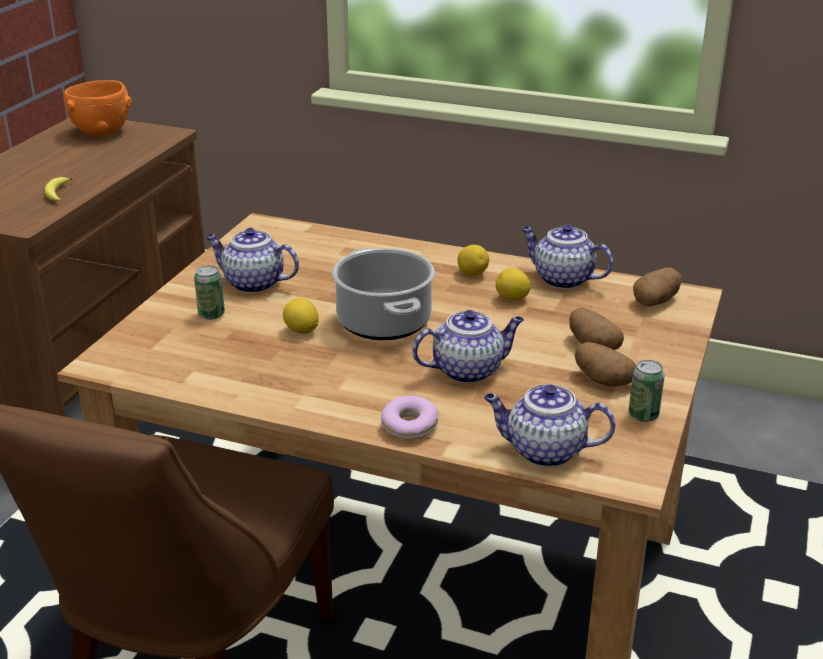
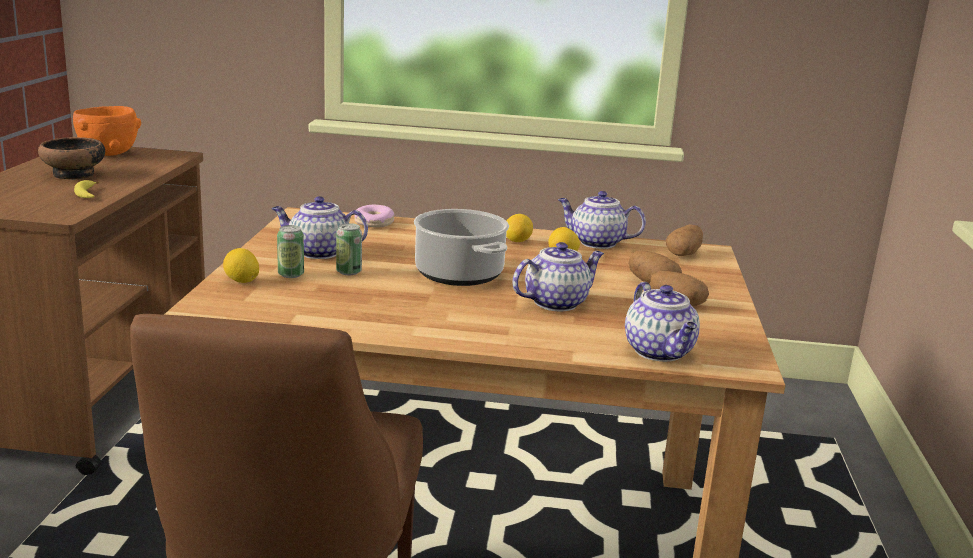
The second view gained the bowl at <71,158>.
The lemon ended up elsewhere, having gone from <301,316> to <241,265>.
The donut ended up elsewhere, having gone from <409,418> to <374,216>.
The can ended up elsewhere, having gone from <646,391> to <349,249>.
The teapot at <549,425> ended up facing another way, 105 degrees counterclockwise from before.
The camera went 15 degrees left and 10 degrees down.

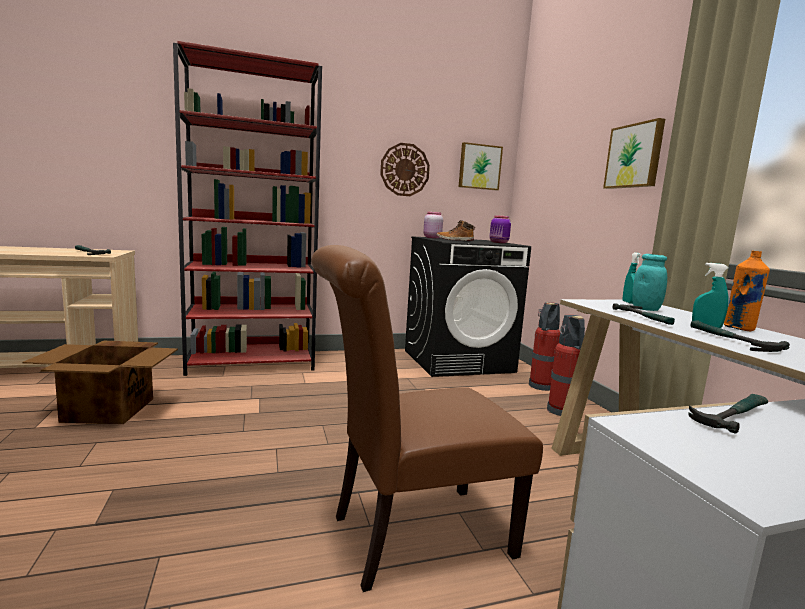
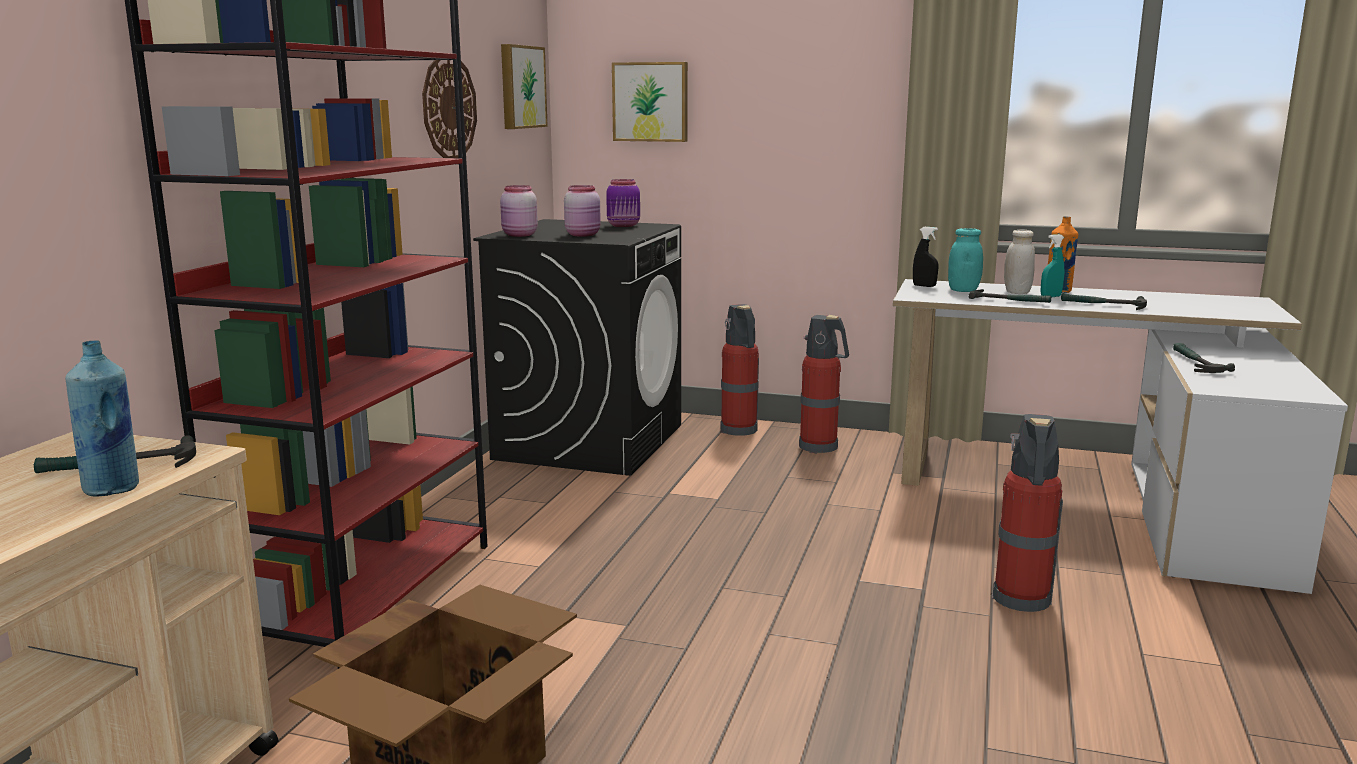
The second view gained the blue bottle at <102,418>.
The second view gained the white jar at <1019,261>.
The picture ended up elsewhere, having gone from <634,153> to <650,102>.
Where the brown chair stood at <427,418>, the fire extinguisher came to stand at <1027,513>.
Where the boot stood at <455,230>, the pink jar came to stand at <582,211>.
What was the turquoise spray bottle at <632,278> turned into the black spray bottle at <926,257>.
The camera went 55 degrees left and 5 degrees up.

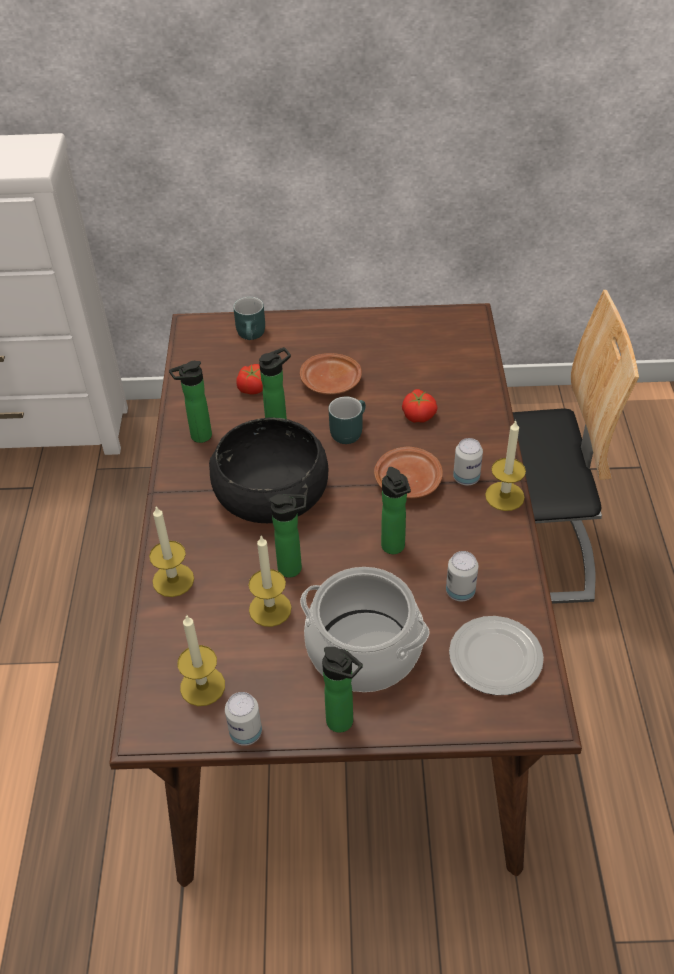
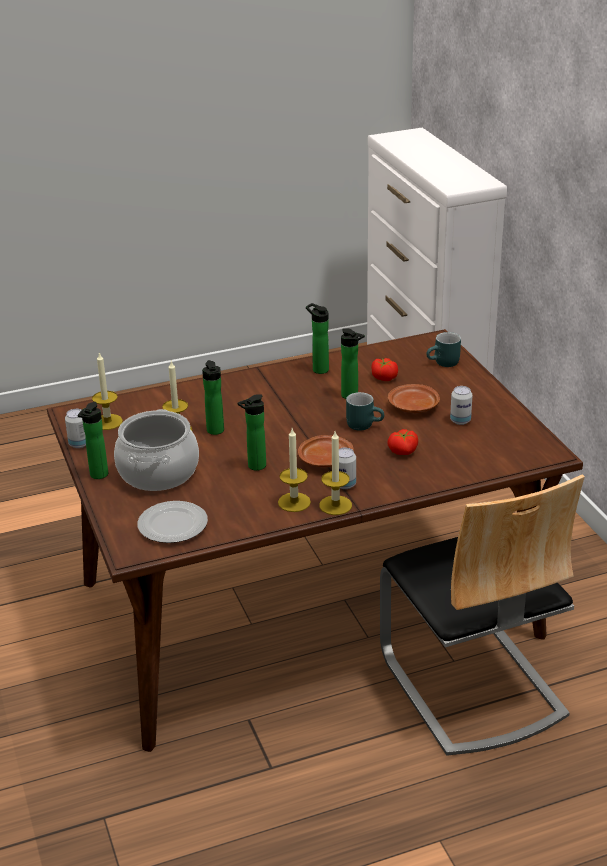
The second view lost the black bowl at <269,470>.
The candle ended up elsewhere, having gone from <171,552> to <294,470>.
The can ended up elsewhere, having gone from <462,576> to <461,405>.
The camera went 70 degrees right and 15 degrees down.

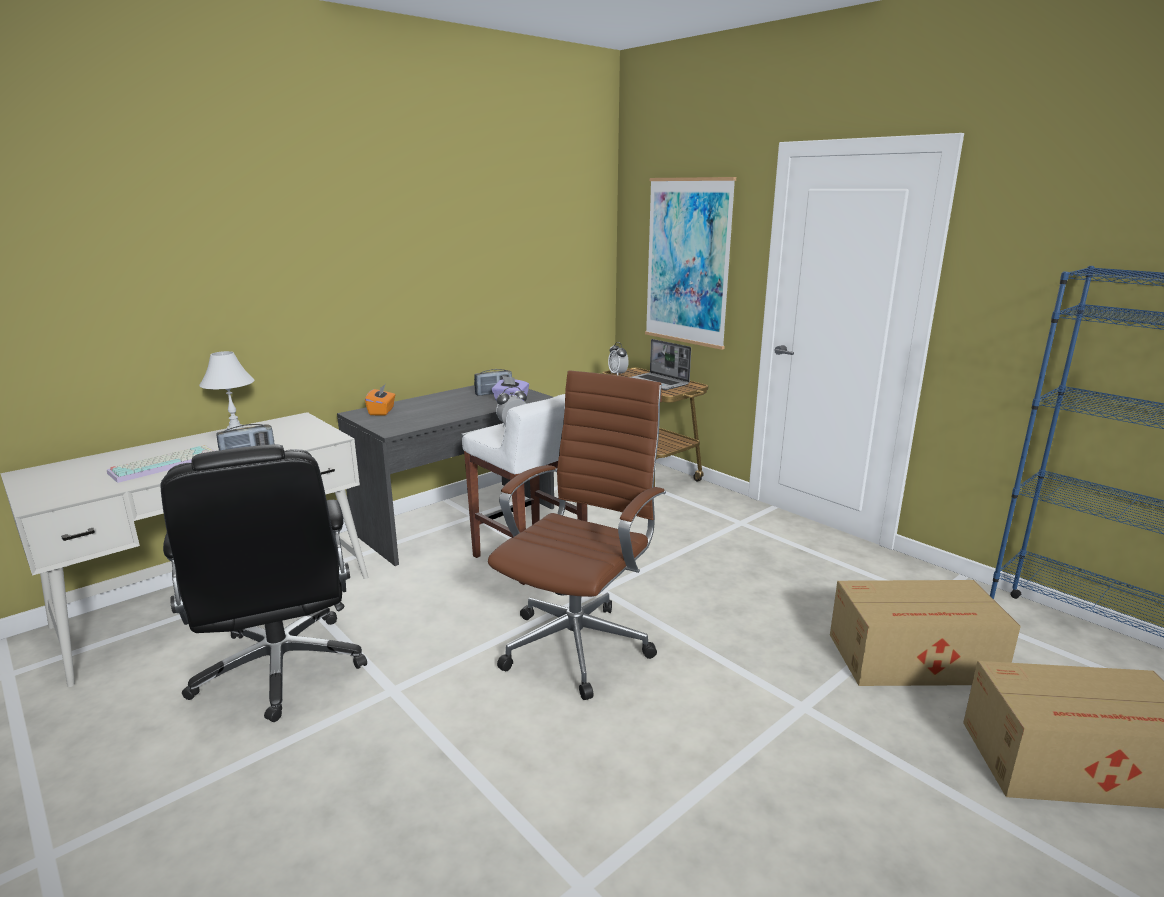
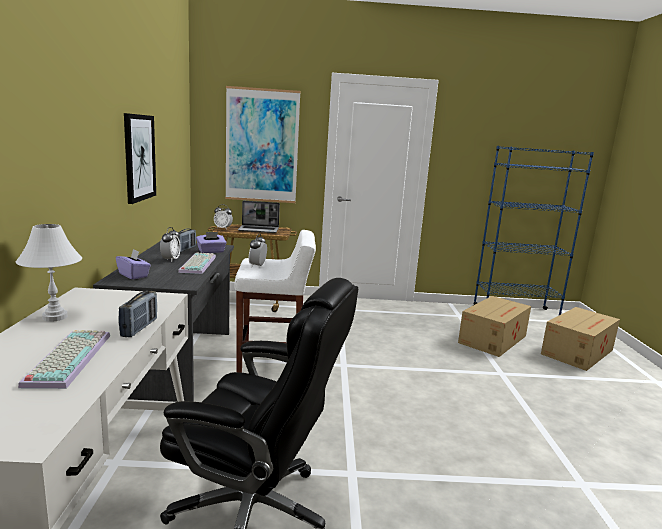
The second view lost the brown office chair at <577,535>.
The second view gained the picture at <140,158>.
The second view gained the alarm clock at <170,244>.
The second view gained the keyboard at <197,263>.
What was the orange tissue box at <380,399> turned into the purple tissue box at <133,264>.
The camera went 50 degrees left and 5 degrees down.

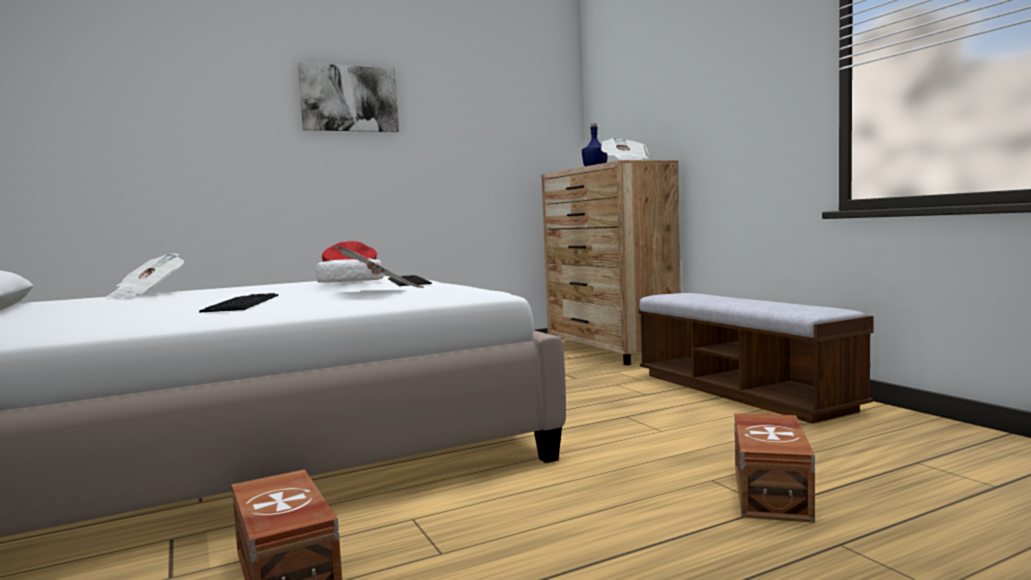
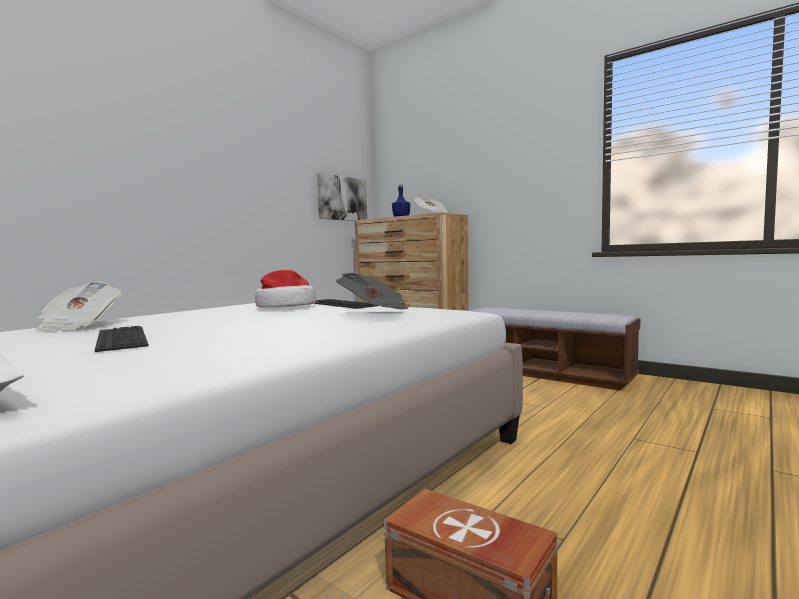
The second view lost the brown storage box at <774,468>.
The keyboard ended up elsewhere, having gone from <238,303> to <122,339>.
The picture ended up elsewhere, having gone from <348,97> to <342,197>.
The camera went 25 degrees left and 0 degrees up.

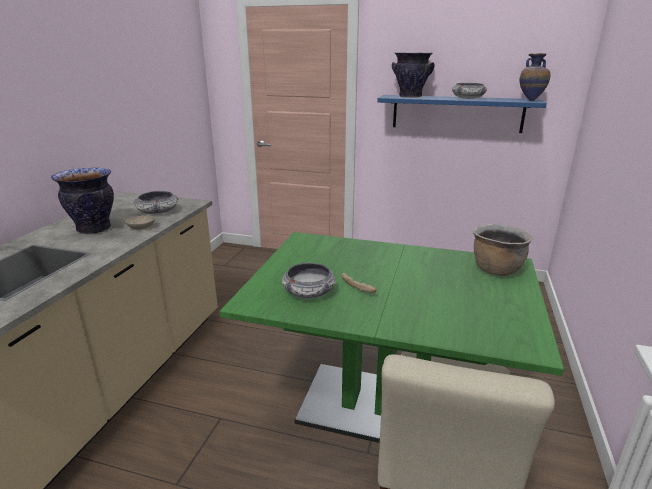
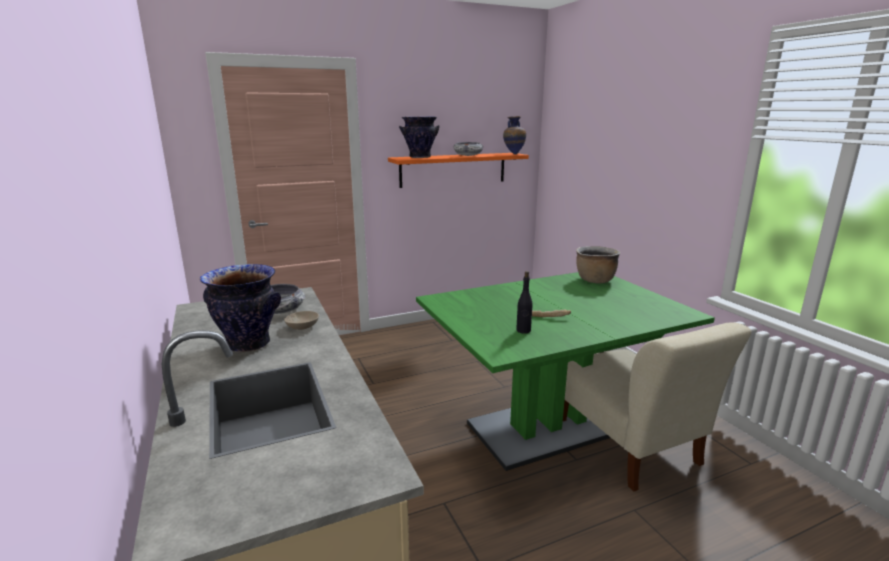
Where the bowl stood at <309,281>, the black bottle came to stand at <524,302>.
What was the blue shelf at <462,114> turned into the orange shelf at <458,170>.
The camera went 40 degrees left and 5 degrees down.

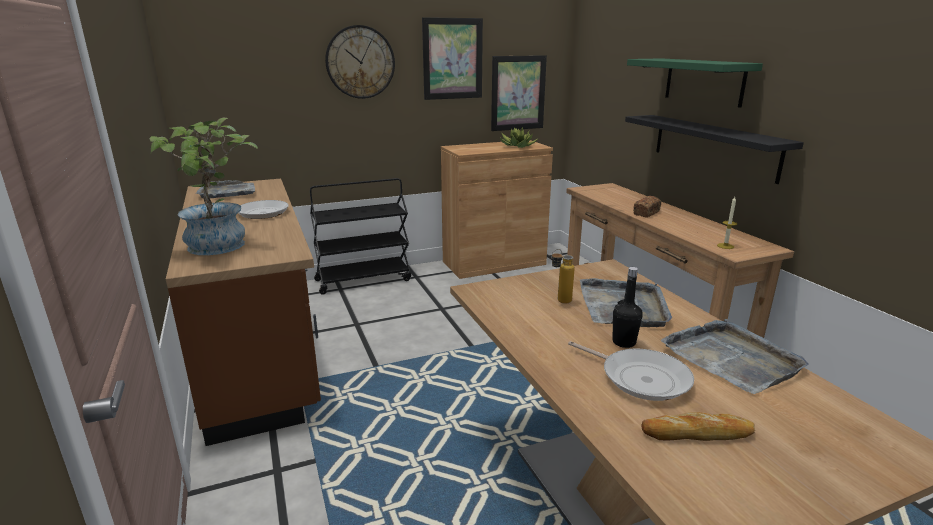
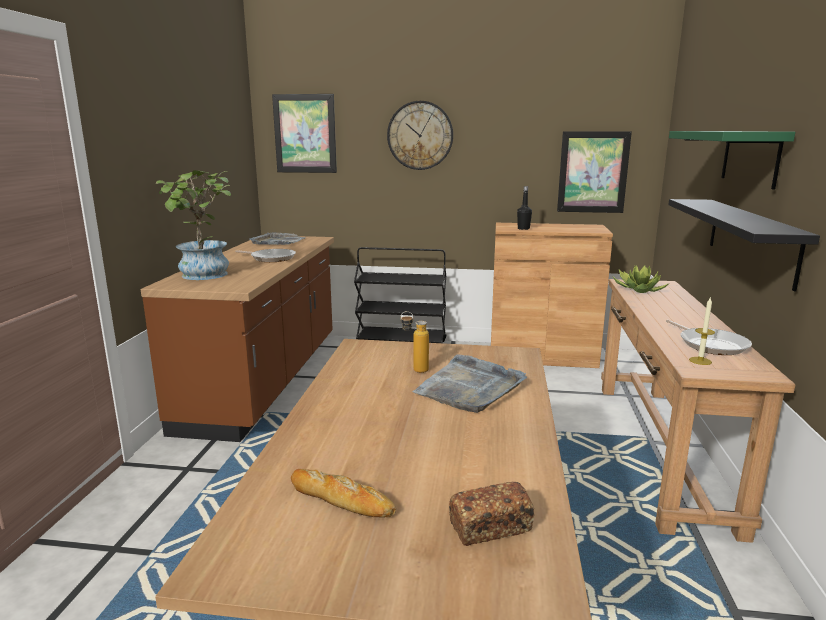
The second view lost the grey tray at <735,356>.
The picture ended up elsewhere, having gone from <452,58> to <304,133>.
The potted plant ended up elsewhere, having gone from <518,137> to <640,279>.
The frying pan ended up elsewhere, having gone from <631,371> to <709,337>.
The black bottle ended up elsewhere, having gone from <627,307> to <524,208>.
The bread ended up elsewhere, having gone from <647,207> to <492,514>.
The camera went 30 degrees right and 5 degrees down.

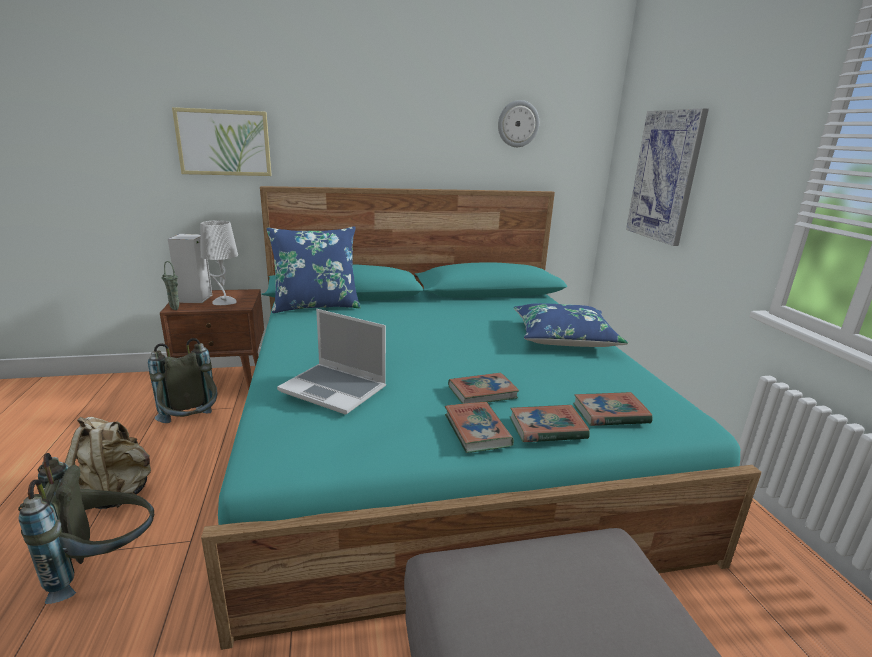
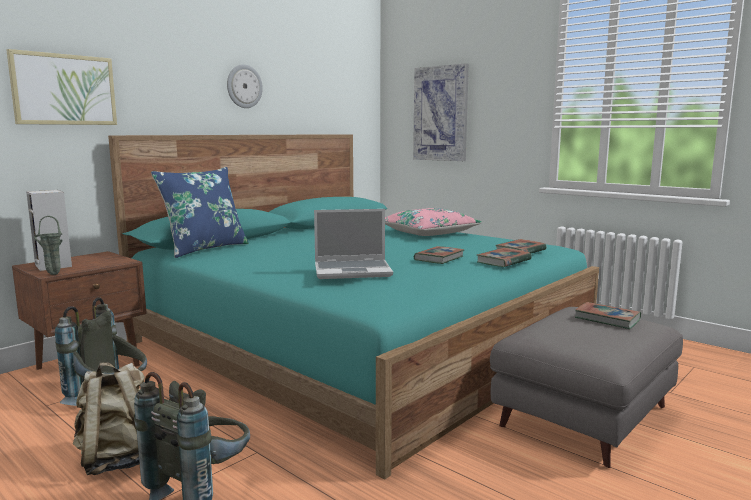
The second view lost the grey table lamp at <219,263>.
The book ended up elsewhere, having gone from <479,427> to <608,315>.
The wall clock ended up elsewhere, having gone from <518,123> to <245,86>.
What was the blue pillow at <571,325> turned into the pink pillow at <433,222>.
The camera went 35 degrees left and 10 degrees down.

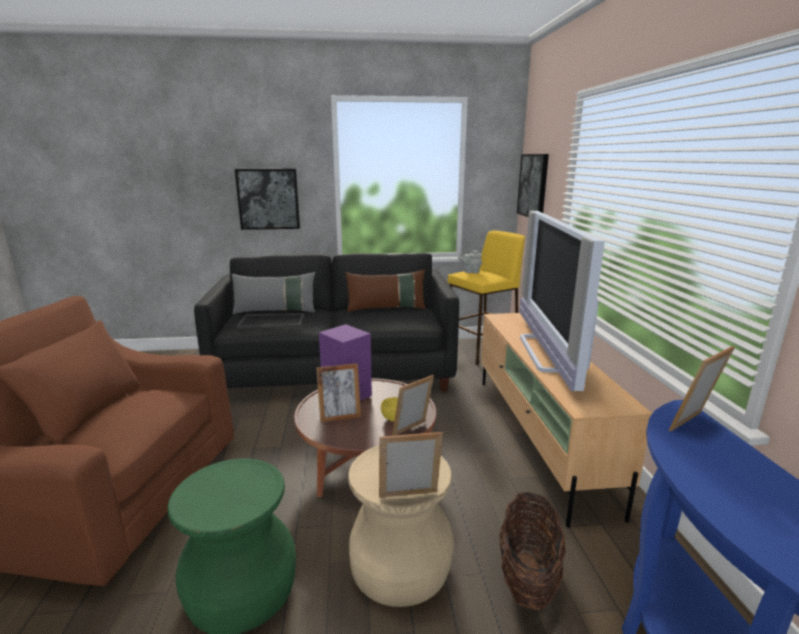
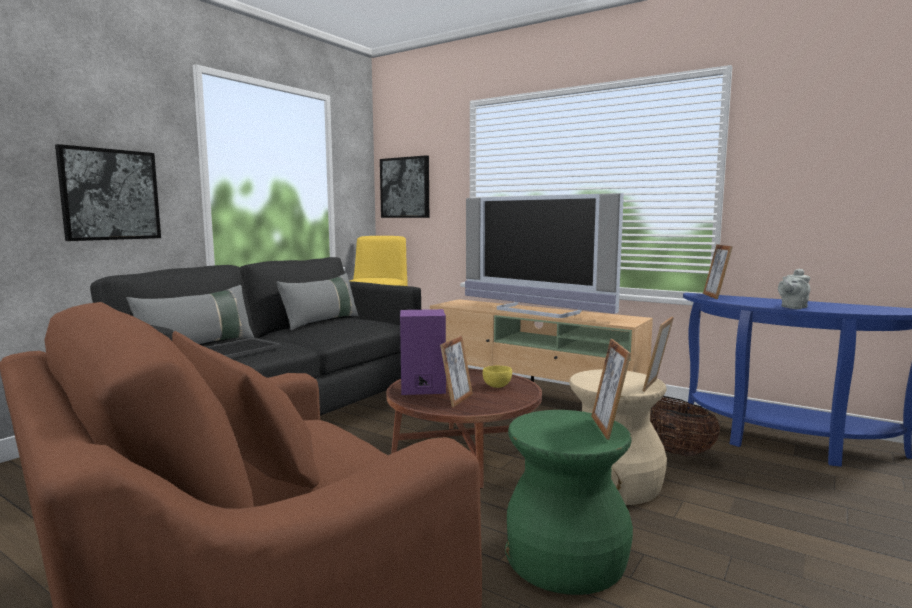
The picture frame ended up elsewhere, having gone from <413,405> to <611,389>.
The grey teapot ended up elsewhere, having gone from <470,262> to <794,289>.
What was the brown pillow at <385,291> turned into the grey pillow at <317,302>.
The camera went 50 degrees left and 10 degrees down.

